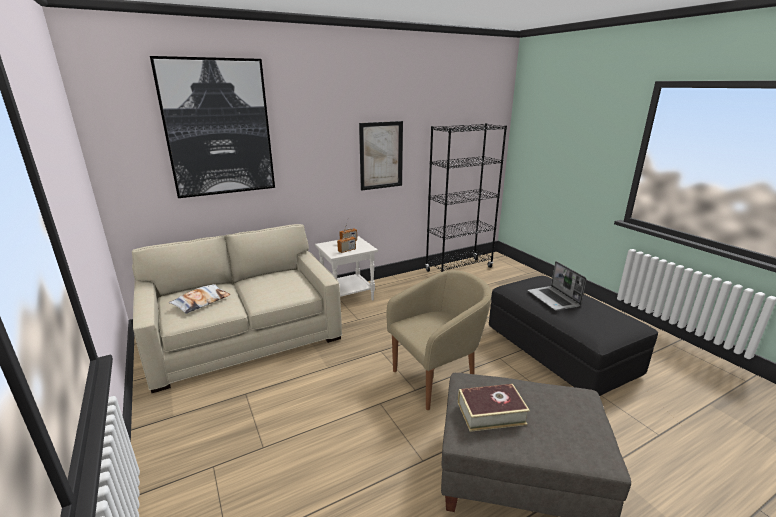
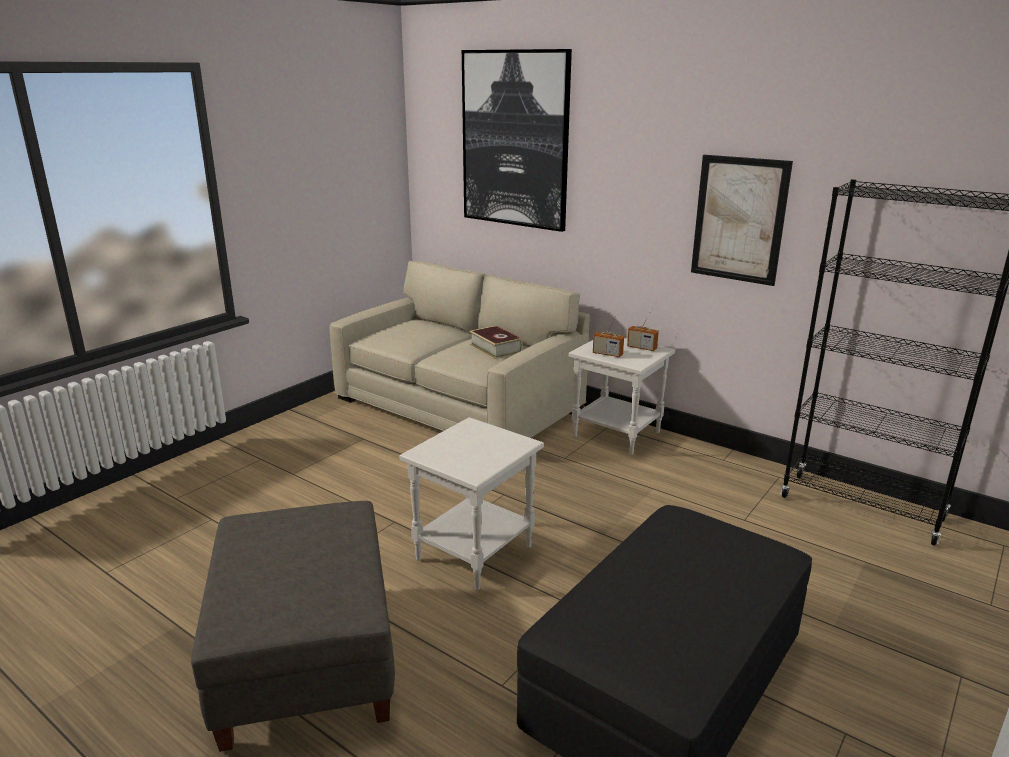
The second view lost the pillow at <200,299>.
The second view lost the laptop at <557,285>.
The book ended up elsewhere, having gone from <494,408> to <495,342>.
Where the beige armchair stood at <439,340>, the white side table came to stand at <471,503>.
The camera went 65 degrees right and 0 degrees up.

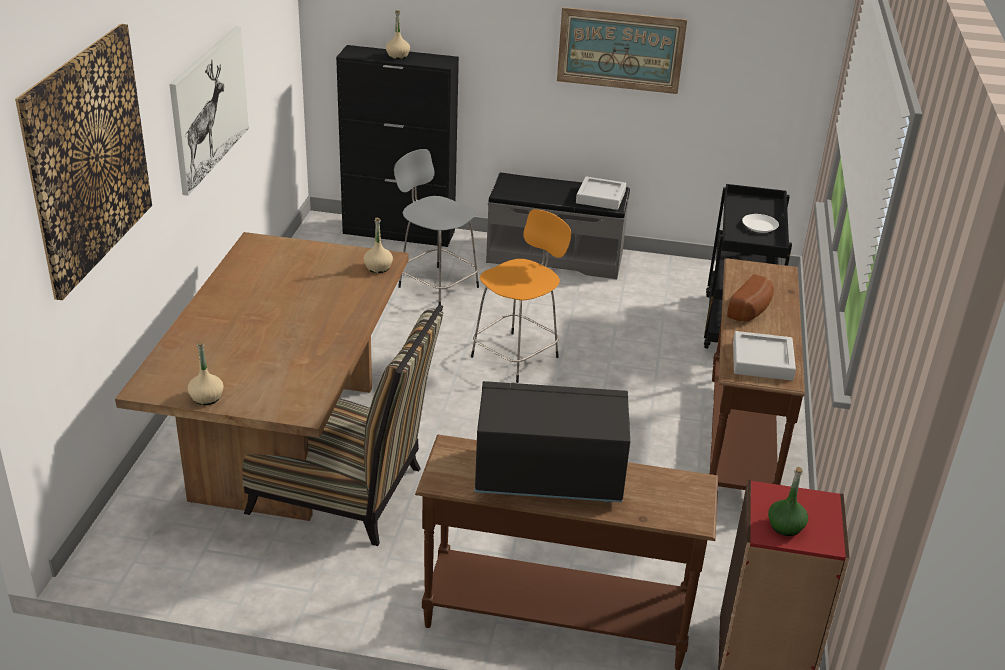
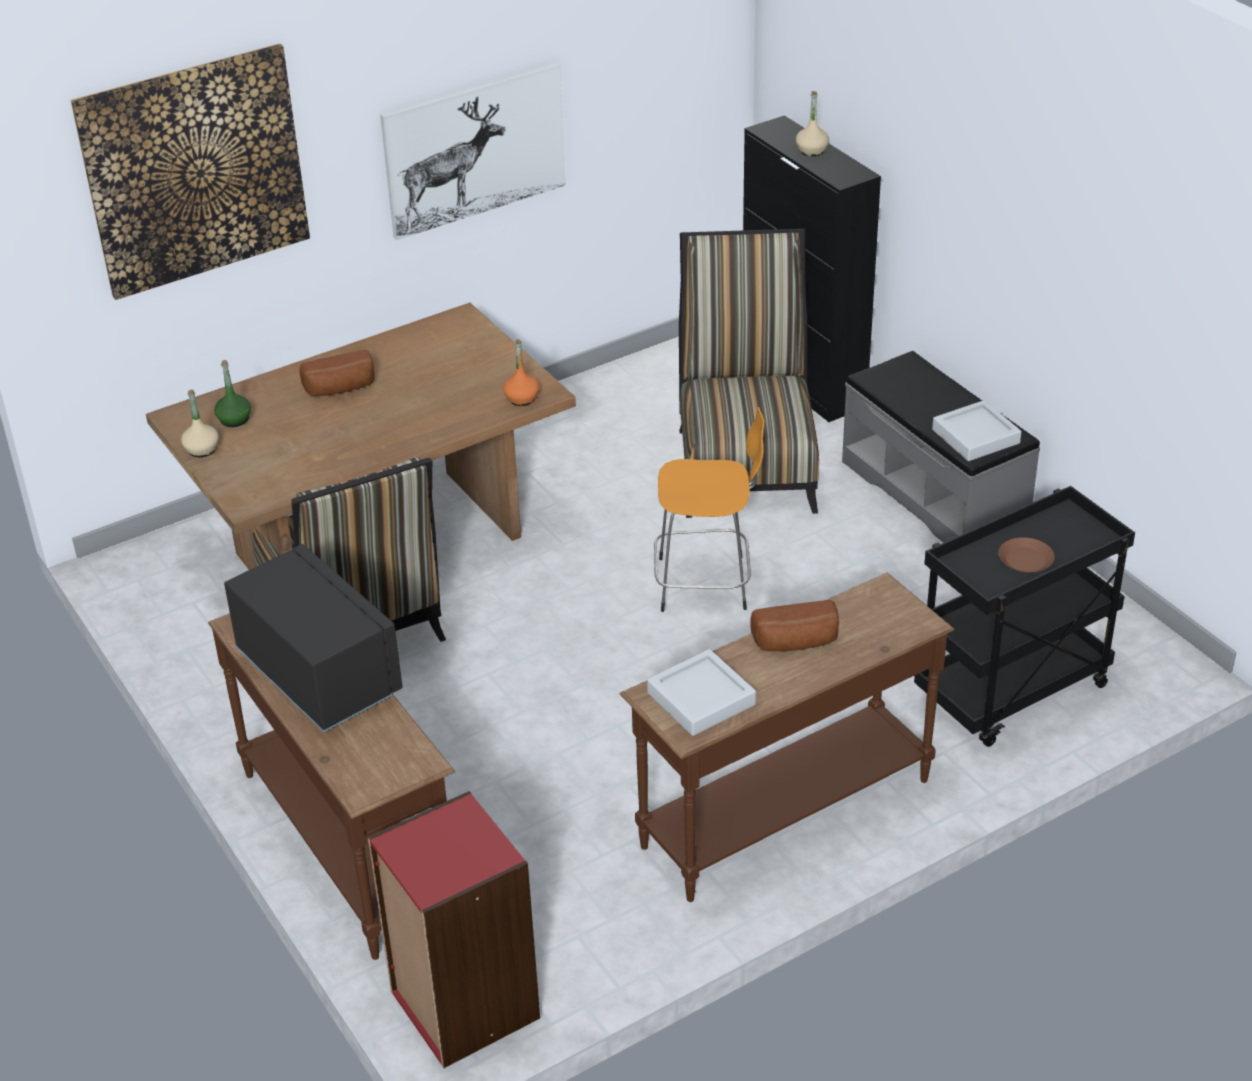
The second view lost the picture at <622,50>.
The second view gained the bread at <336,373>.
The green bottle ended up elsewhere, having gone from <788,501> to <232,393>.
Where the grey stool stood at <436,227>, the chair came to stand at <749,373>.
What was the beige bottle at <378,245> turned into the orange bottle at <521,372>.
What was the white plate at <760,223> turned into the brown plate at <1026,555>.
The camera went 50 degrees right and 5 degrees up.

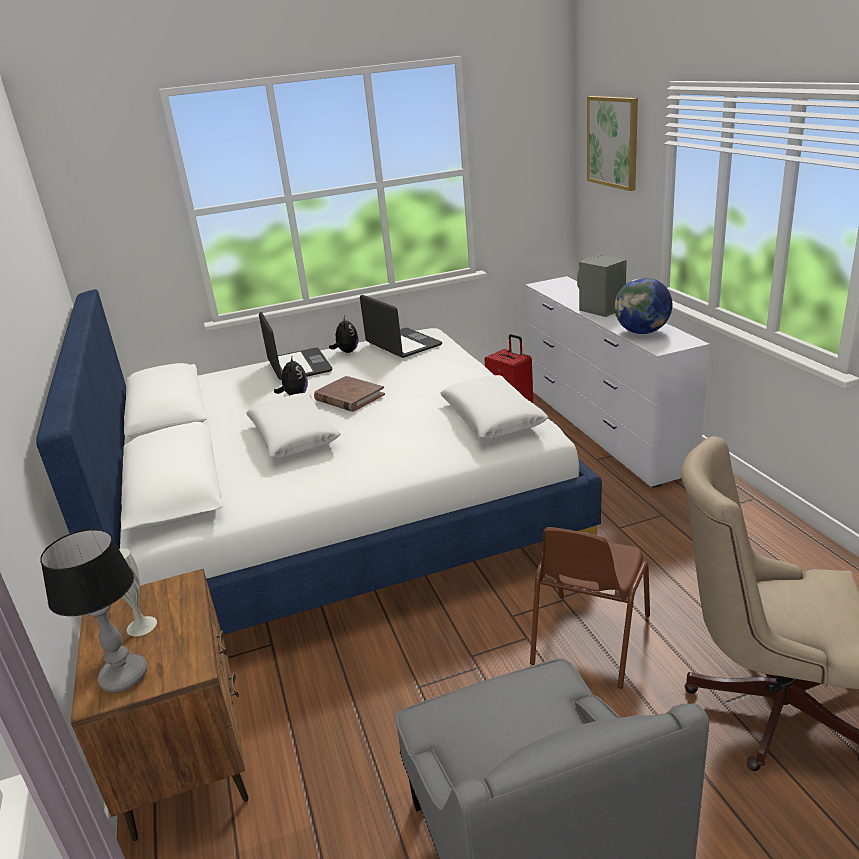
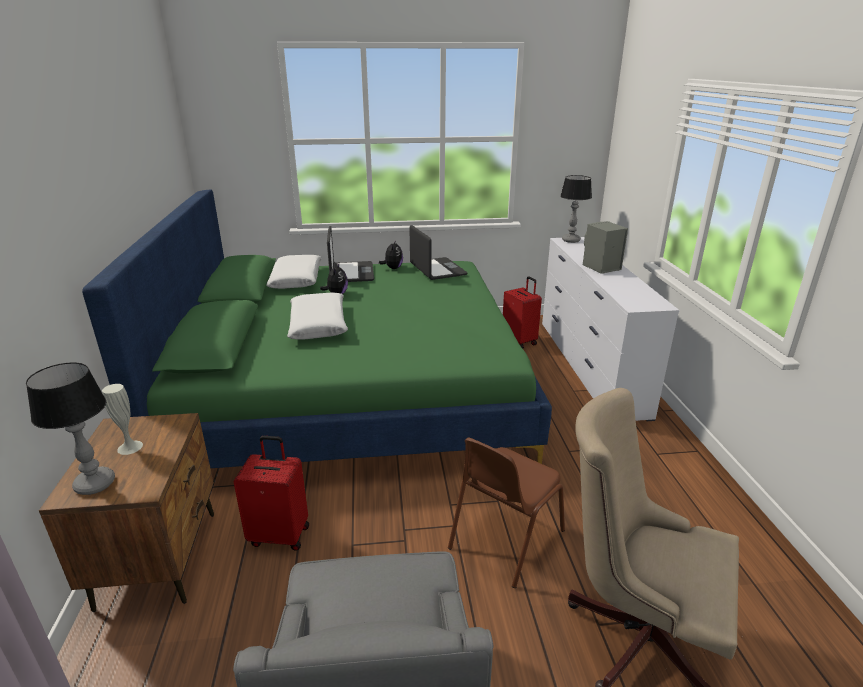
The second view lost the brown book at <349,394>.
The second view lost the picture at <612,143>.
The second view lost the globe at <643,306>.
The second view gained the red suitcase at <271,493>.
The second view gained the table lamp at <576,209>.
The white pillow ended up elsewhere, having gone from <494,407> to <294,272>.
What was the white bed at <319,462> turned into the green bed at <317,329>.
The camera went 10 degrees right and 0 degrees up.

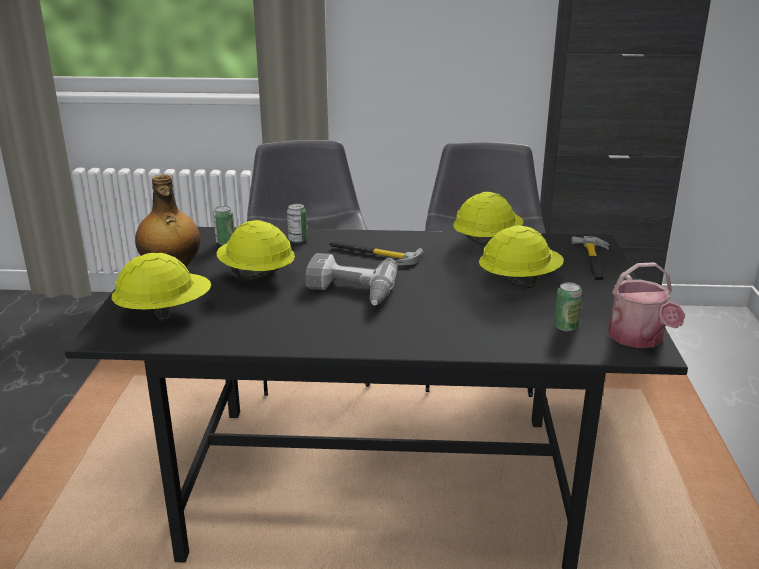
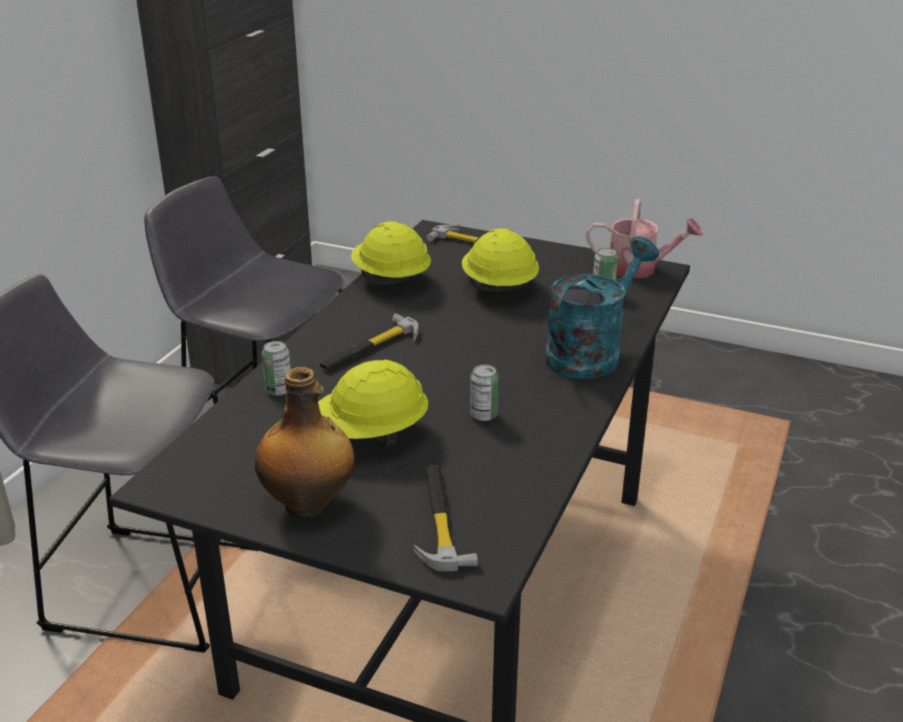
The second view lost the power drill at <351,279>.
The second view gained the turquoise watering can at <602,308>.
The can ended up elsewhere, having gone from <224,225> to <484,392>.
Where the yellow hard hat stood at <161,287>, the hammer came to stand at <445,518>.
The camera went 70 degrees left and 5 degrees up.

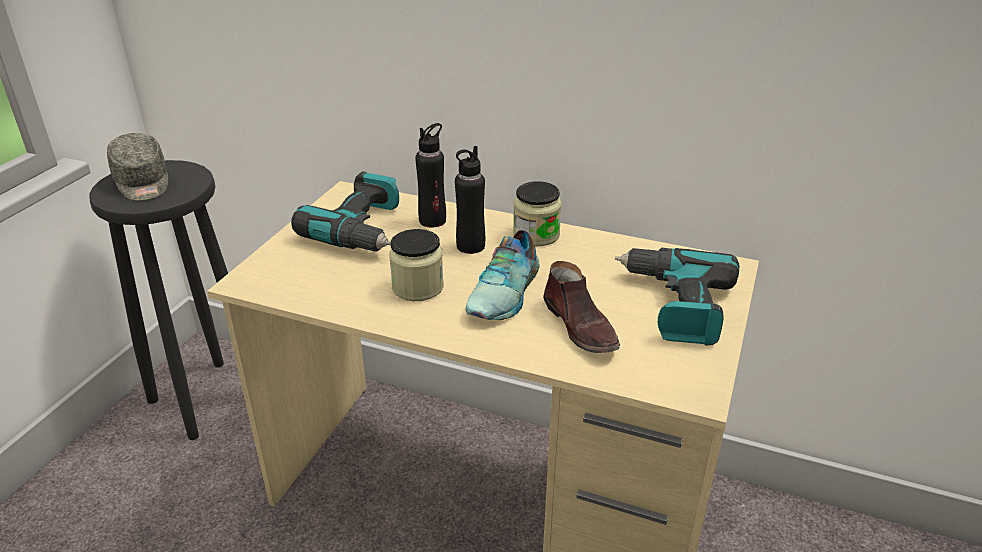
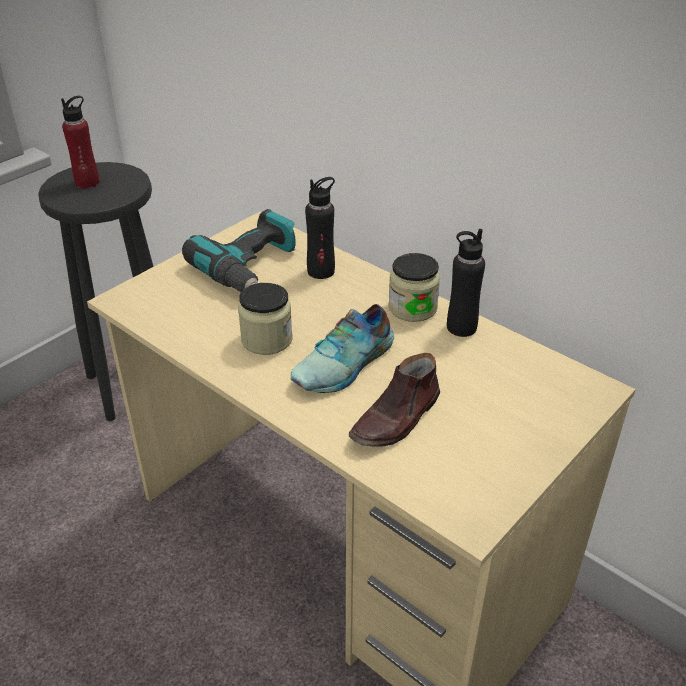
The second view lost the power drill at <677,297>.
The black bottle ended up elsewhere, having gone from <470,200> to <466,283>.
Where the grey cap stood at <137,167>, the red bottle came to stand at <80,142>.
The brown shoe at <581,307> ended up facing another way, 45 degrees clockwise from before.
The camera went 20 degrees right and 5 degrees up.

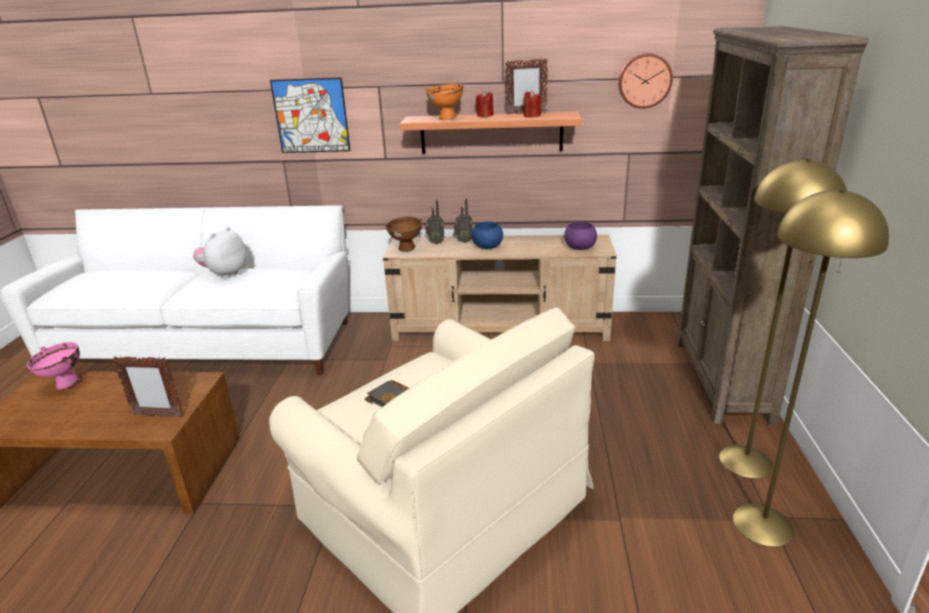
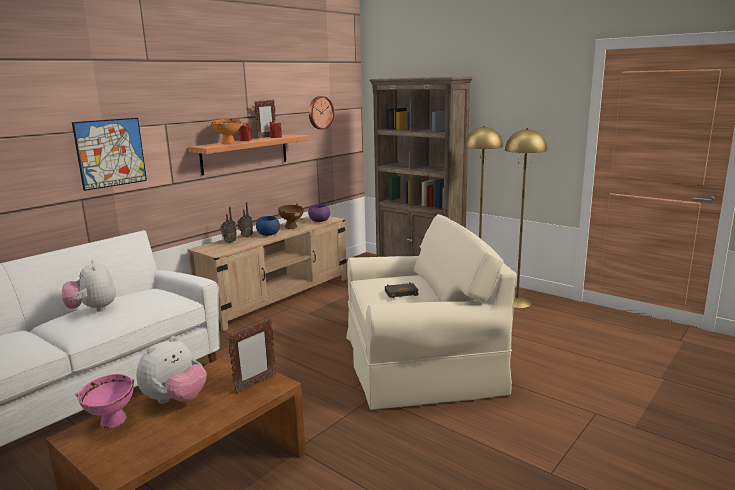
The second view gained the plush toy at <171,370>.
The brown bowl ended up elsewhere, having gone from <403,234> to <291,216>.
The camera went 55 degrees left and 10 degrees down.

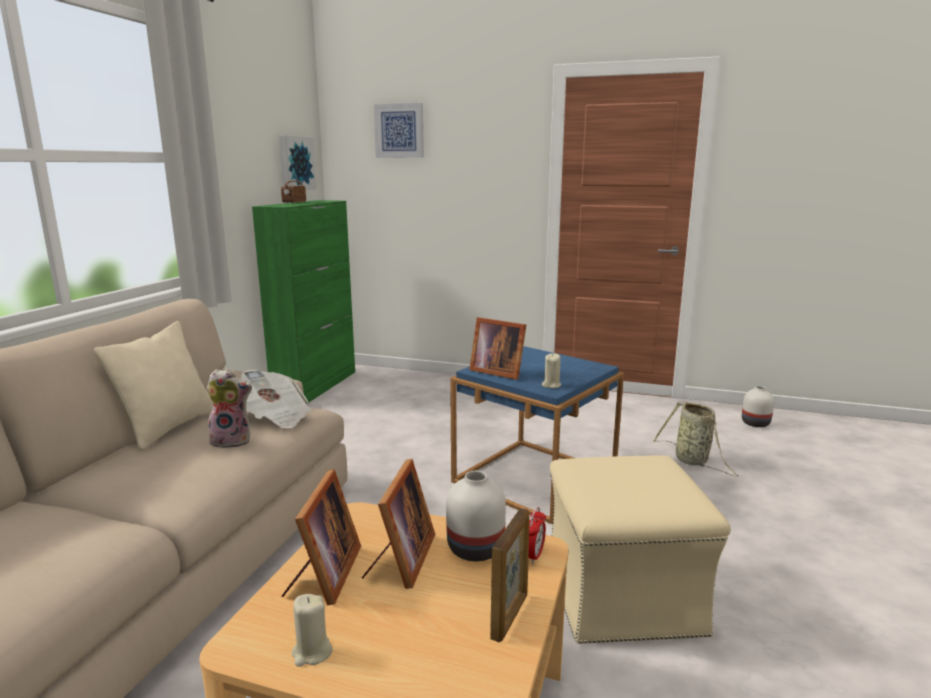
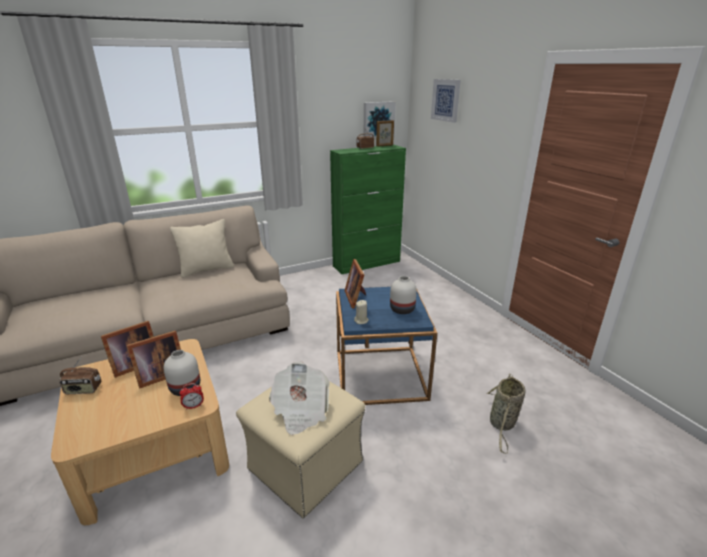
The second view lost the plush toy at <229,408>.
The newspaper ended up elsewhere, having gone from <276,399> to <299,398>.
The picture frame ended up elsewhere, having gone from <510,575> to <385,133>.
The white vase ended up elsewhere, having gone from <758,406> to <403,295>.
Where the beige candle stood at <312,630>, the radio came to stand at <80,375>.
The camera went 45 degrees right and 10 degrees up.

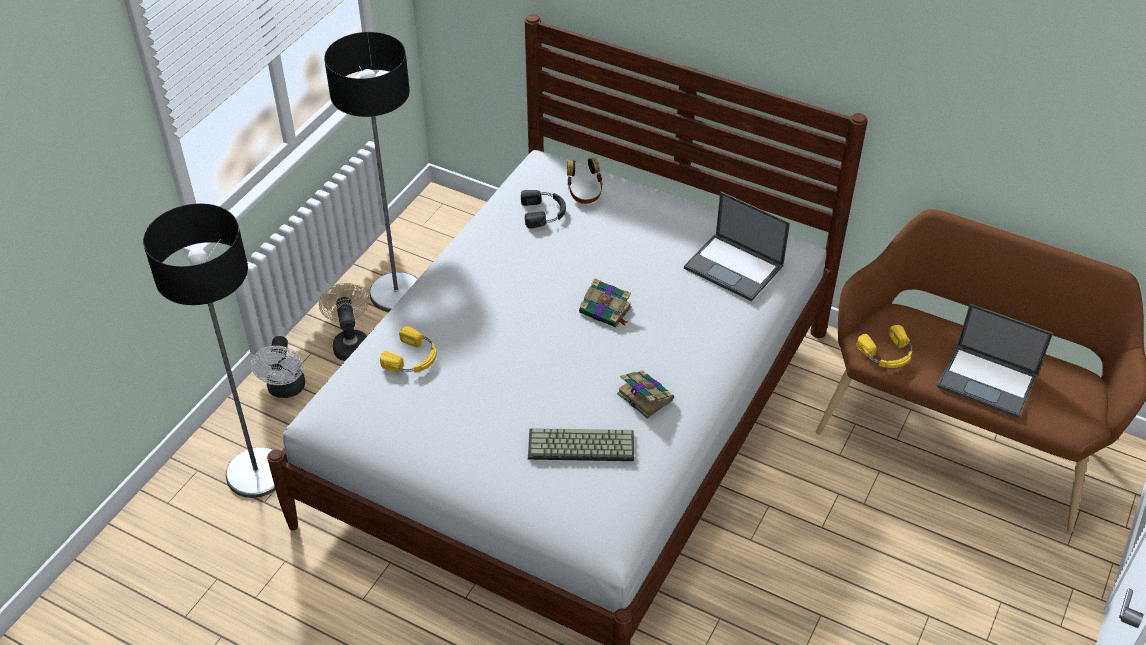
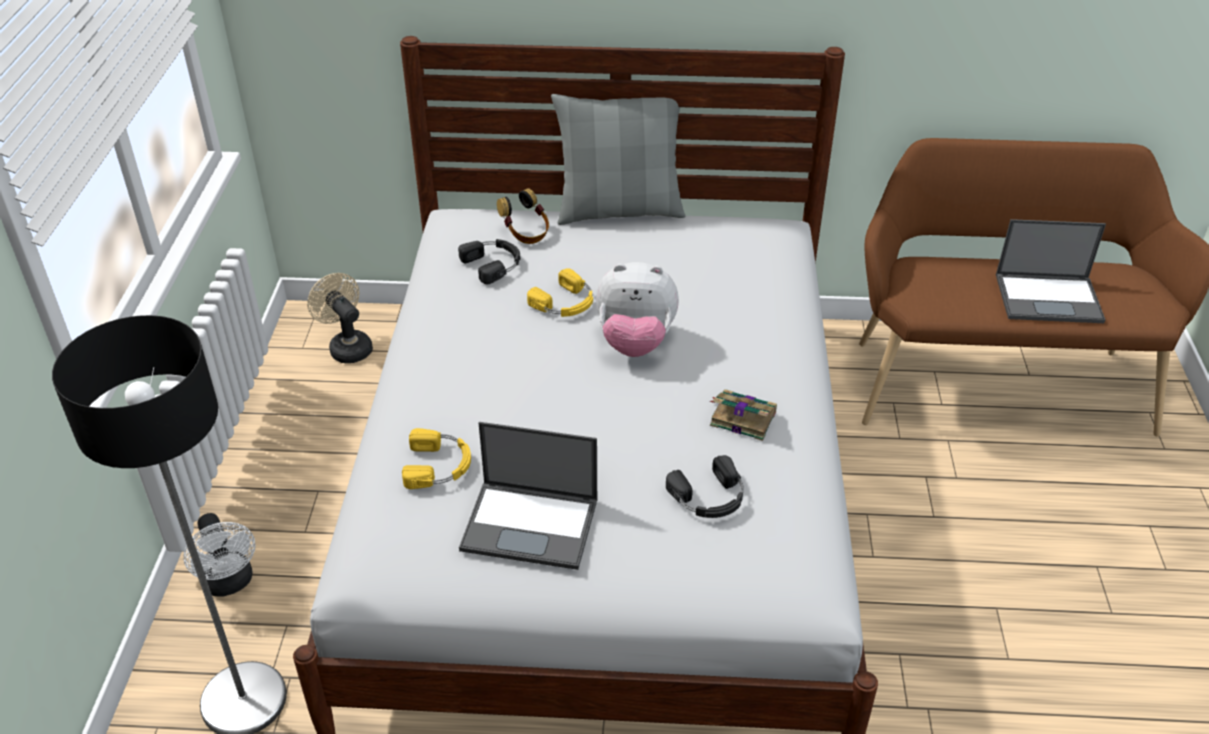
The second view lost the floor lamp at <371,172>.
The second view gained the grey pillow at <618,159>.
The beige fan ended up elsewhere, having gone from <344,322> to <340,318>.
The laptop ended up elsewhere, having gone from <737,246> to <528,496>.
The yellow headphones ended up elsewhere, having gone from <884,346> to <560,292>.
Where the keyboard stood at <581,444>, the black headphones came to stand at <705,486>.
Where the book stood at <605,302>, the plush toy came to stand at <637,309>.
The camera went 25 degrees left and 5 degrees down.

